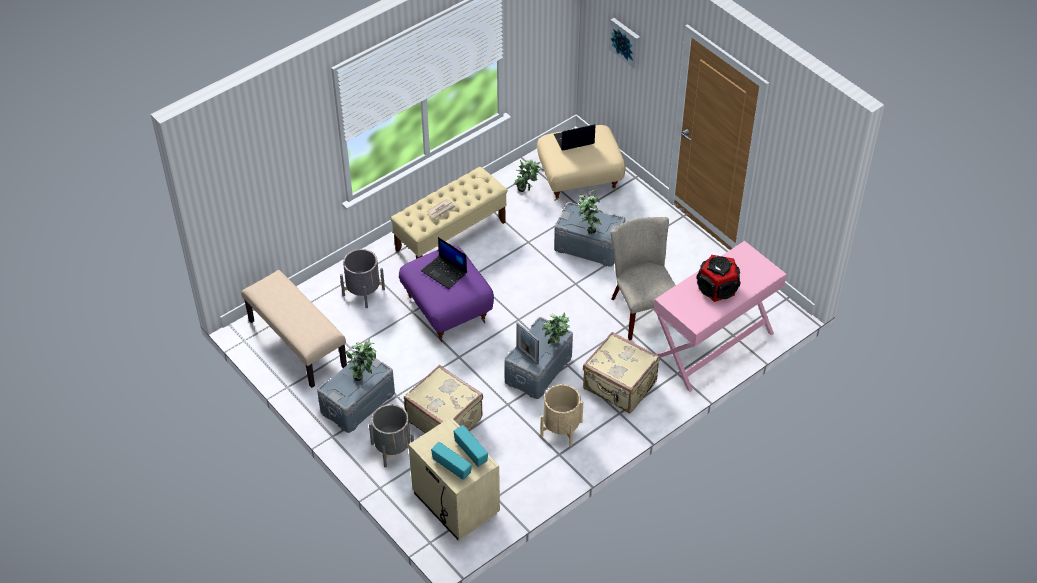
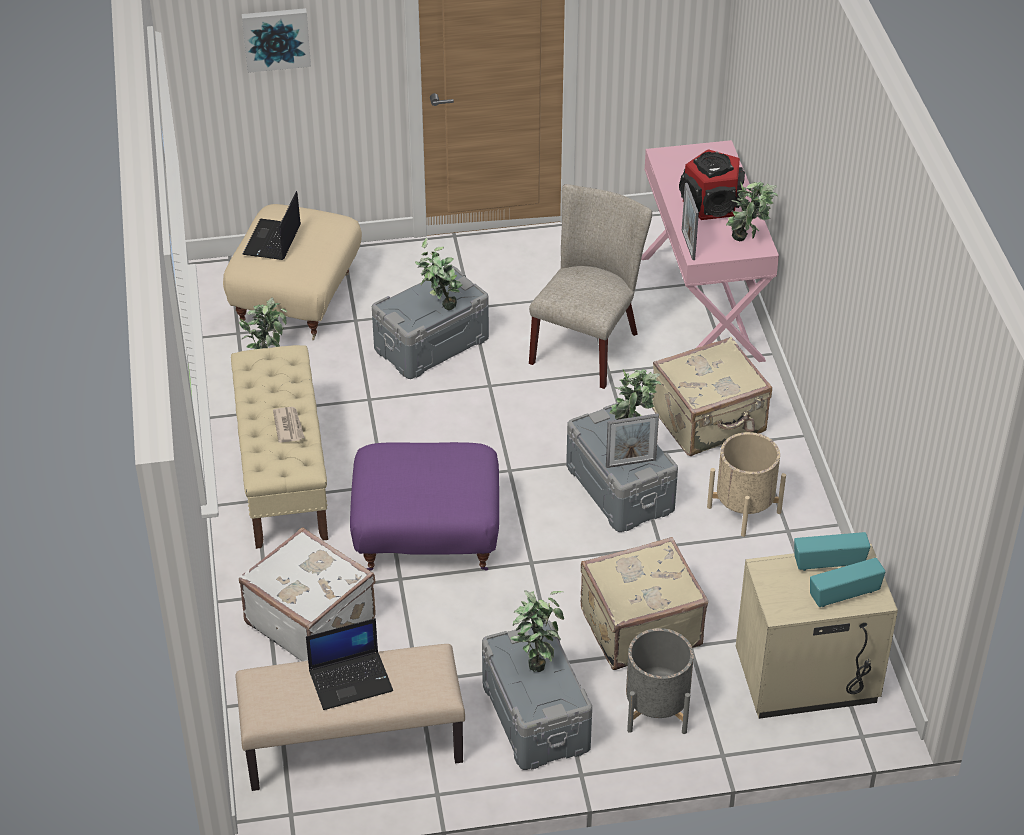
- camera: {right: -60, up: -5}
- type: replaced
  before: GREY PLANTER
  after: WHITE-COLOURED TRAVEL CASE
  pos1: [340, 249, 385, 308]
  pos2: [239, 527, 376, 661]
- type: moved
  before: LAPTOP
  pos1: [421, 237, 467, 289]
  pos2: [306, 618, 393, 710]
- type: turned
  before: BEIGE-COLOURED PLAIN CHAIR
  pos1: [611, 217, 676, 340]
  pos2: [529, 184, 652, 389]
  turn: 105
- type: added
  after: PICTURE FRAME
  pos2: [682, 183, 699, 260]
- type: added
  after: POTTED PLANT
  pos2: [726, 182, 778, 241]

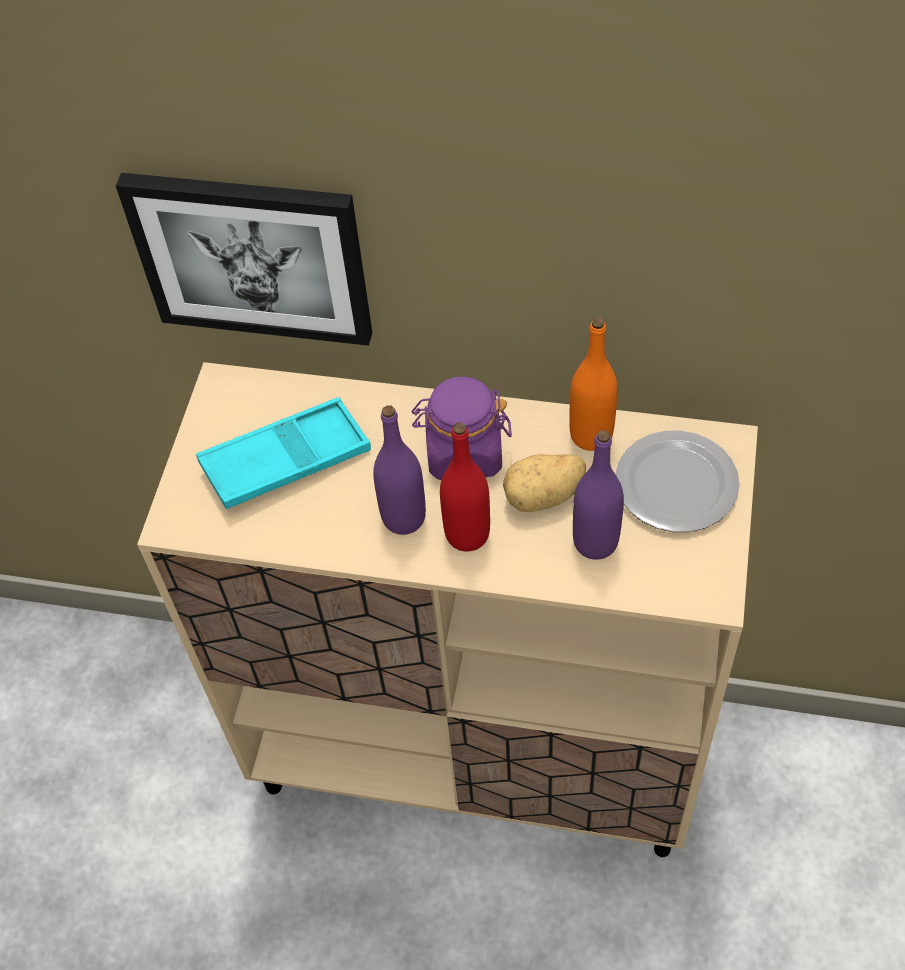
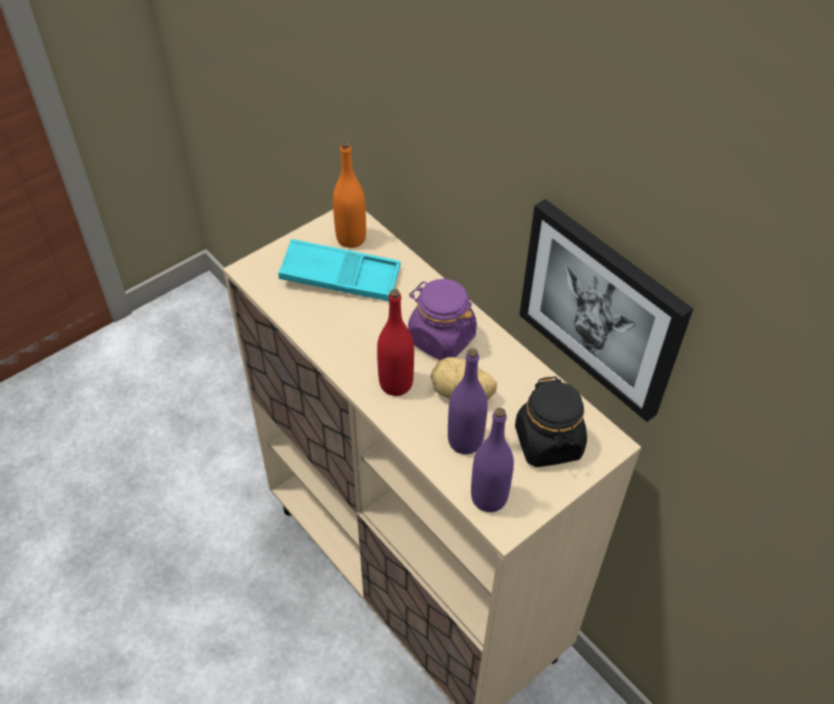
- camera: {right: 35, up: -5}
- type: moved
  before: WALL ART
  pos1: [116, 173, 372, 346]
  pos2: [519, 199, 693, 422]
- type: moved
  before: PURPLISH DRINK BOTTLE
  pos1: [373, 405, 426, 535]
  pos2: [471, 408, 514, 512]
- type: moved
  before: ORANGE DRINK BOTTLE
  pos1: [569, 317, 618, 451]
  pos2: [333, 141, 366, 248]
- type: replaced
  before: DINNER PLATE
  after: BLACK-COLOURED STORAGE JAR
  pos1: [615, 430, 740, 532]
  pos2: [515, 376, 587, 467]

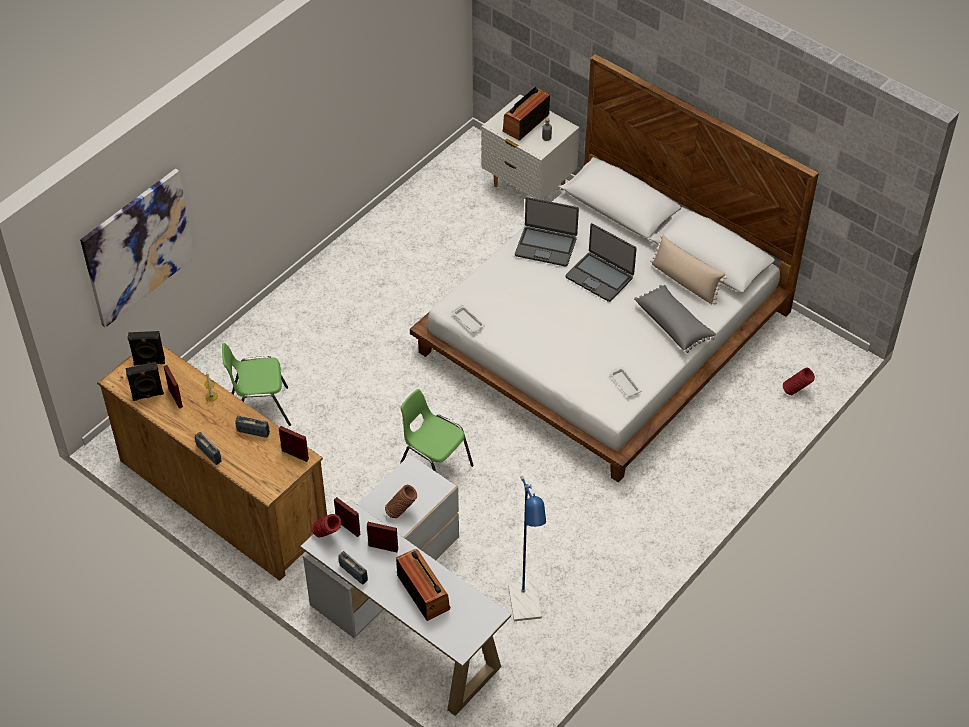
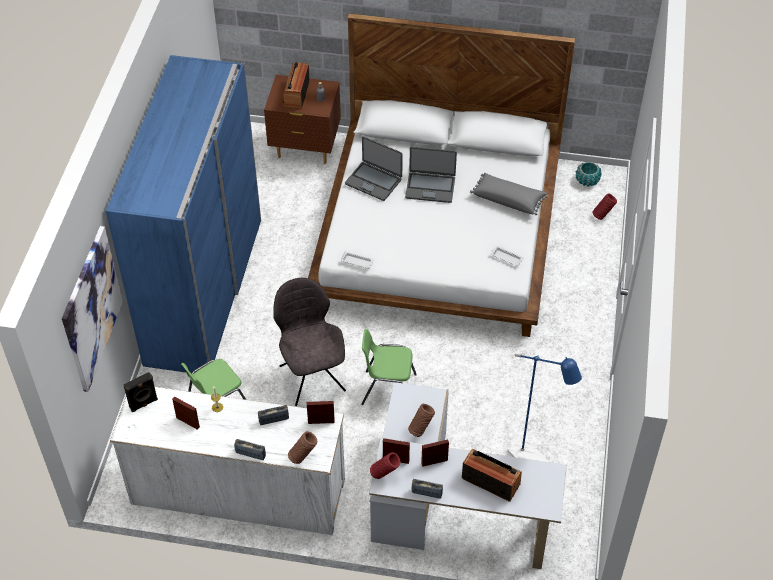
- camera: {right: -30, up: 0}
- type: recoloured
  before: BROWN DRESSER
  after: WHITE-COLOURED DRESSER
  pos1: [97, 345, 327, 581]
  pos2: [110, 387, 345, 535]
- type: removed
  before: BLACK-COLOURED AUDIO SPEAKER
  pos1: [126, 362, 164, 401]
- type: recoloured
  before: WHITE-COLOURED NIGHT TABLE
  after: BROWN NIGHT TABLE
  pos1: [481, 94, 580, 200]
  pos2: [264, 75, 341, 164]
- type: turned
  before: LAPTOP
  pos1: [515, 197, 579, 267]
  pos2: [345, 136, 403, 201]
  turn: 45
- type: removed
  before: BEIGE-COLOURED PILLOW
  pos1: [650, 235, 727, 304]
- type: added
  after: BLUE ARMOIRE
  pos2: [106, 55, 261, 373]
- type: added
  after: GREY PLAIN CHAIR
  pos2: [273, 278, 346, 406]
- type: added
  after: BROWN DECORATIVE VASE
  pos2: [288, 431, 317, 464]
- type: added
  after: BLUE-GREEN PLANTER
  pos2: [576, 162, 602, 187]

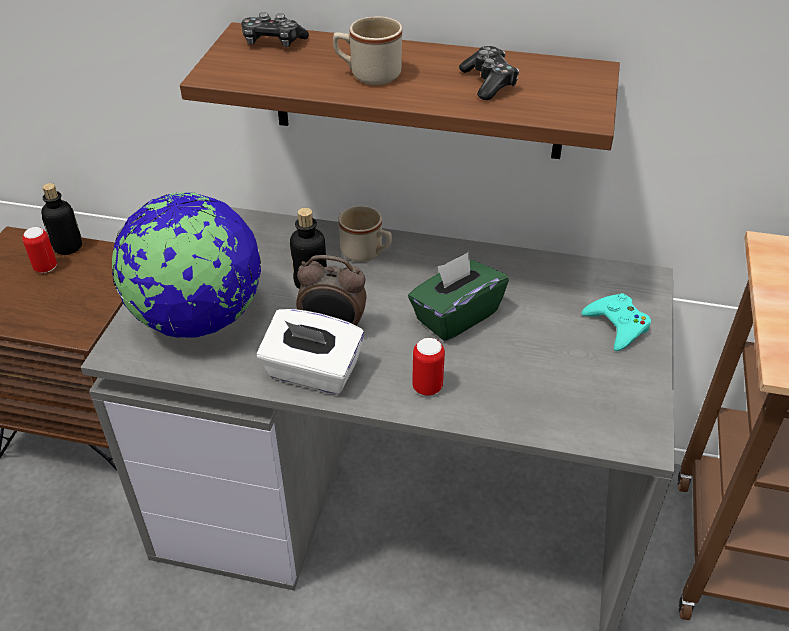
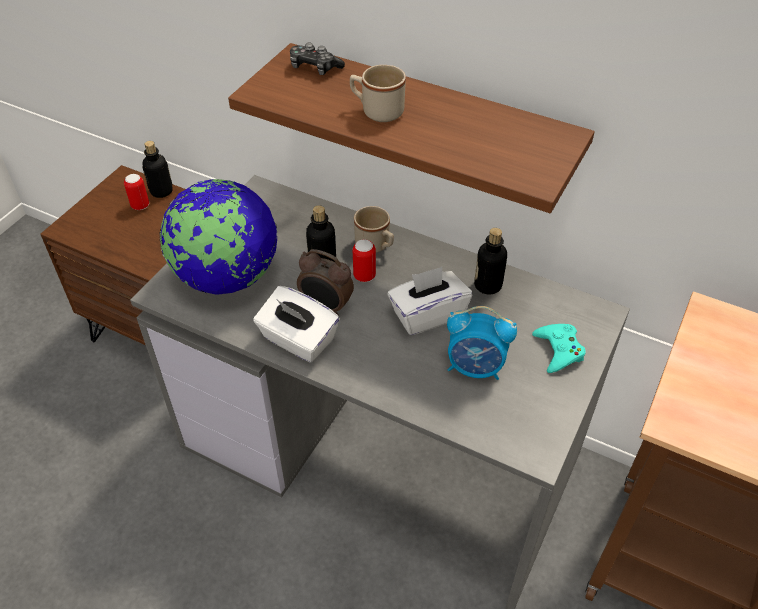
- camera: {right: 15, up: 5}
- type: recoloured
  before: GREEN-COLOURED TISSUE BOX
  after: WHITE-COLOURED TISSUE BOX
  pos1: [408, 252, 509, 341]
  pos2: [388, 267, 472, 335]
- type: moved
  before: CAN
  pos1: [412, 338, 445, 396]
  pos2: [353, 239, 376, 282]
- type: removed
  before: GAME CONTROLLER
  pos1: [459, 46, 519, 100]
- type: added
  after: ALARM CLOCK
  pos2: [447, 306, 517, 380]
- type: added
  after: DRINK BOTTLE
  pos2: [474, 228, 507, 295]

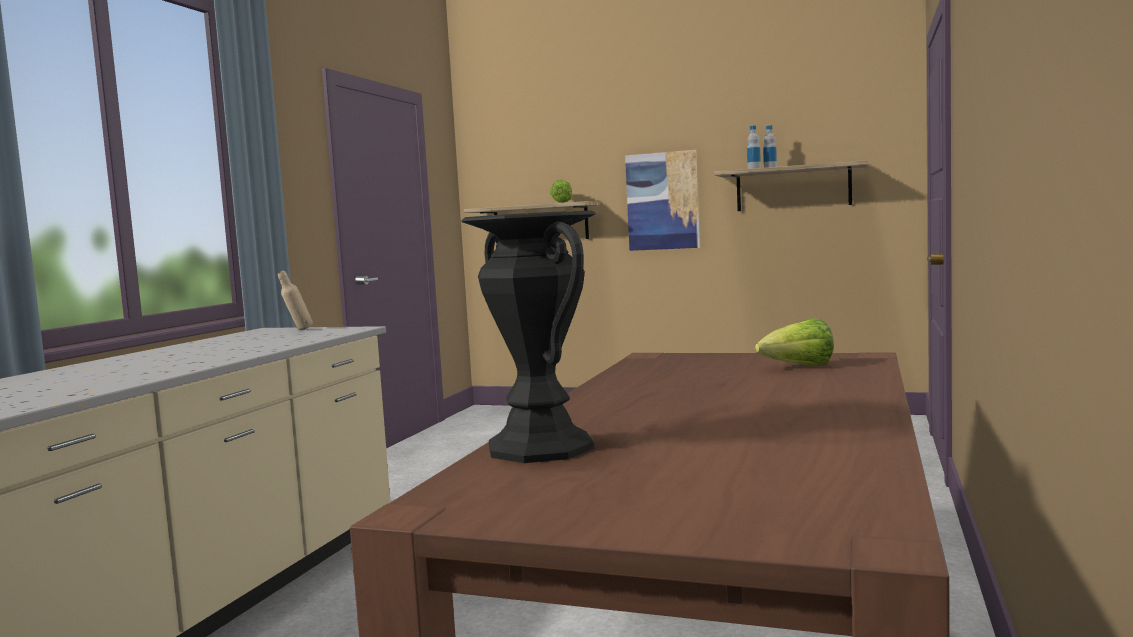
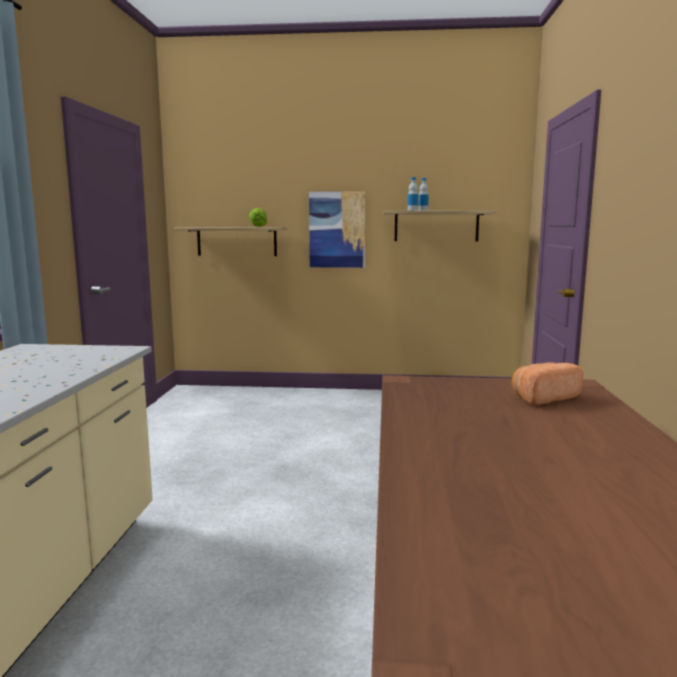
- camera: {right: -15, up: 5}
- type: removed
  before: BEIGE-COLOURED DRINK BOTTLE
  pos1: [278, 271, 313, 330]
- type: removed
  before: BLACK-COLOURED DECORATIVE VASE
  pos1: [461, 211, 596, 463]
- type: replaced
  before: HEAD OF LETTUCE
  after: BAKED BREAD
  pos1: [755, 318, 834, 366]
  pos2: [512, 362, 583, 405]

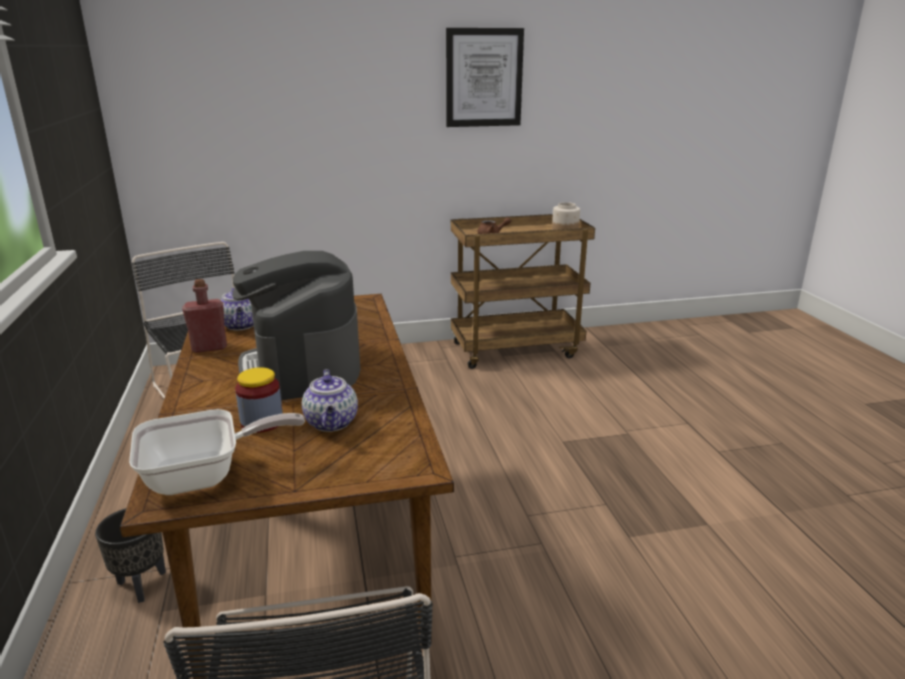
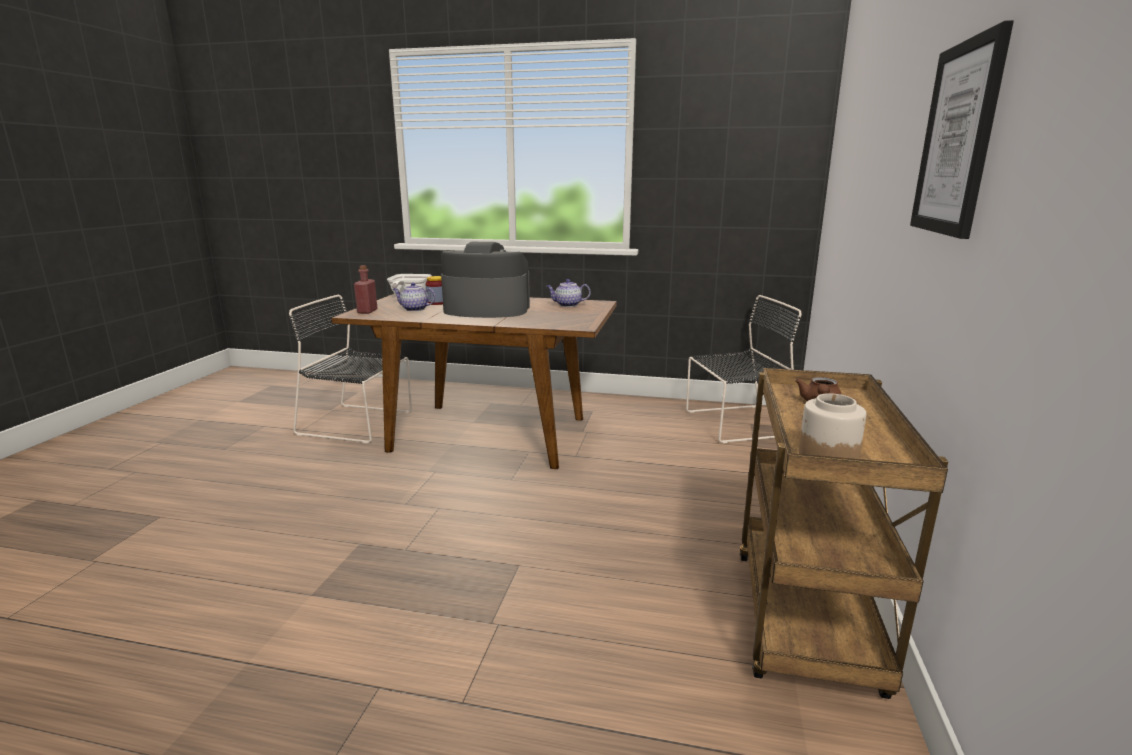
- camera: {right: 115, up: -5}
- type: removed
  before: BLACK-COLOURED PLANTER
  pos1: [95, 508, 166, 603]
- type: moved
  before: RED-COLOURED DRINK BOTTLE
  pos1: [182, 279, 227, 353]
  pos2: [354, 265, 378, 314]

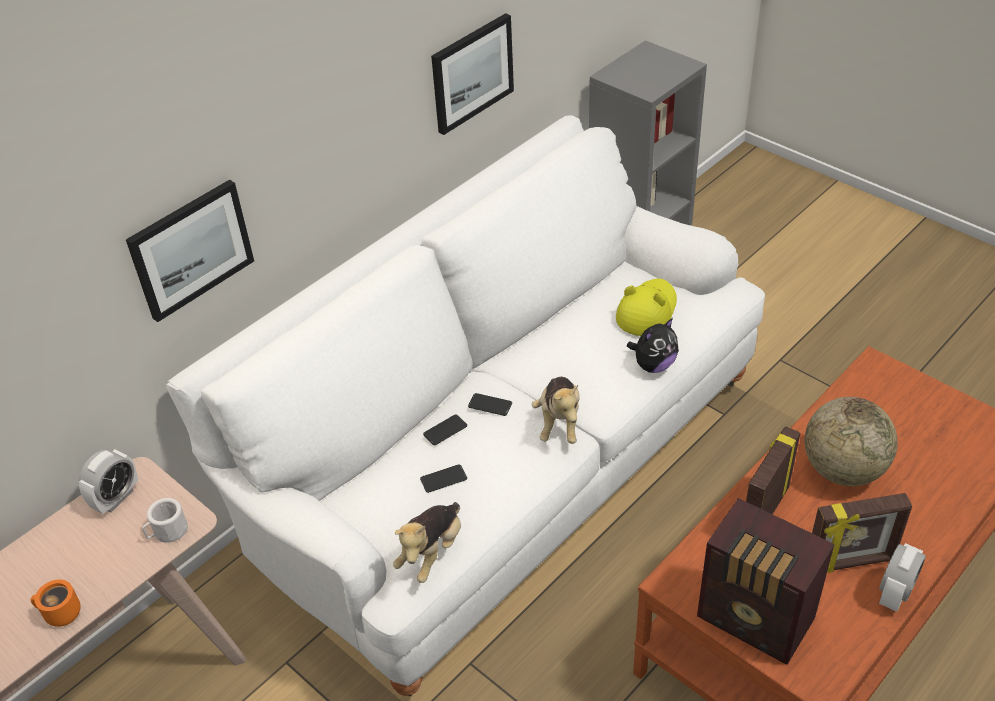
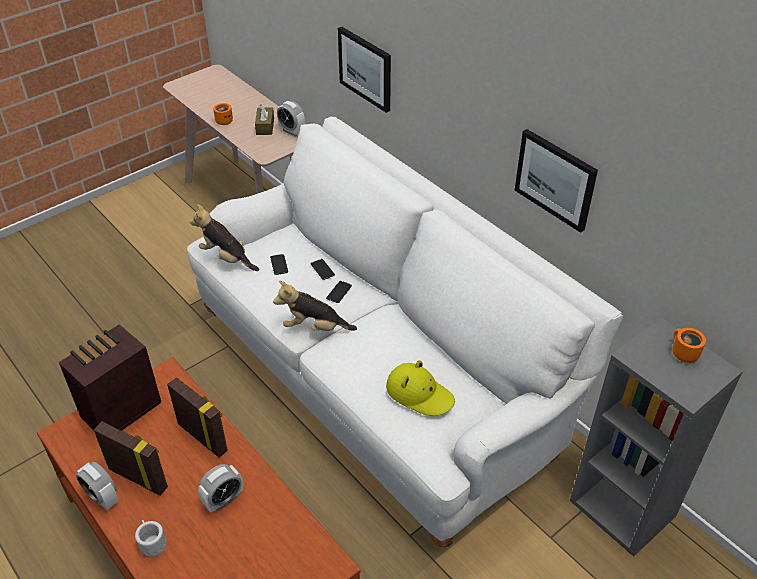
- camera: {right: 95, up: 0}
- type: moved
  before: WHITE-COLOURED TEA MUG
  pos1: [142, 498, 188, 543]
  pos2: [135, 520, 167, 557]
- type: removed
  before: CUDDLY TOY
  pos1: [627, 318, 679, 373]
- type: replaced
  before: WORLD GLOBE
  after: ALARM CLOCK
  pos1: [805, 397, 898, 486]
  pos2: [198, 464, 243, 513]
- type: turned
  before: PICTURE FRAME
  pos1: [812, 493, 912, 573]
  pos2: [94, 422, 168, 496]
  turn: 120
- type: added
  after: BROWN TISSUE BOX
  pos2: [255, 104, 274, 135]
- type: added
  after: ORANGE TEA MUG
  pos2: [673, 328, 706, 363]

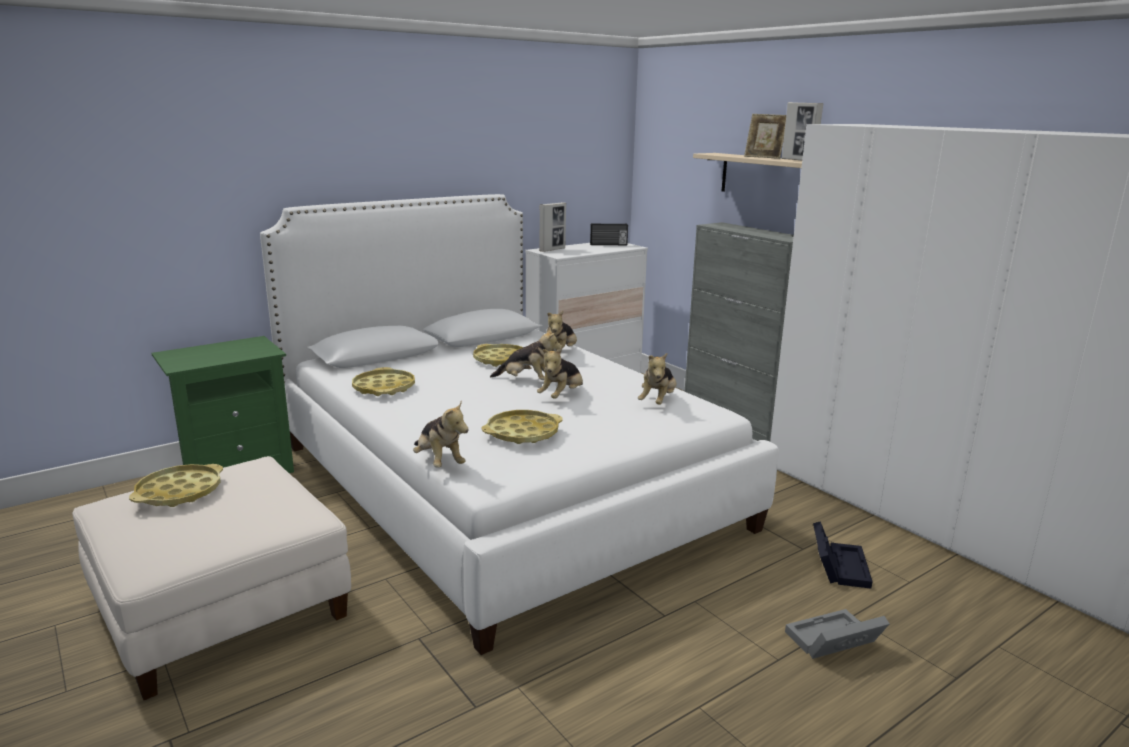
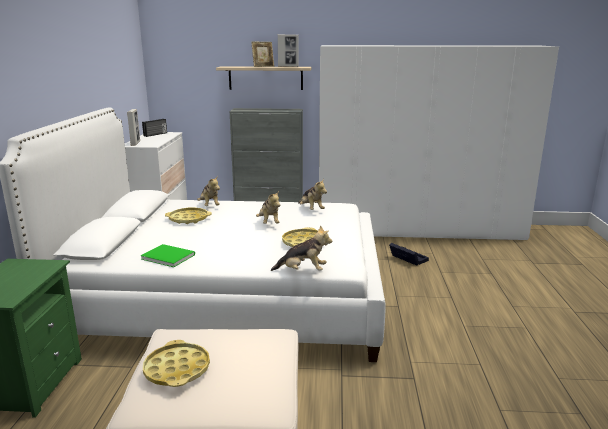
- camera: {right: -50, up: 0}
- type: replaced
  before: YELLOW SERVING TRAY
  after: GREEN-COLOURED VOLUME
  pos1: [352, 367, 415, 396]
  pos2: [141, 244, 195, 267]
- type: removed
  before: CUDDLY TOY
  pos1: [490, 327, 562, 380]
- type: removed
  before: GREY STORAGE CONTAINER
  pos1: [785, 609, 890, 659]

